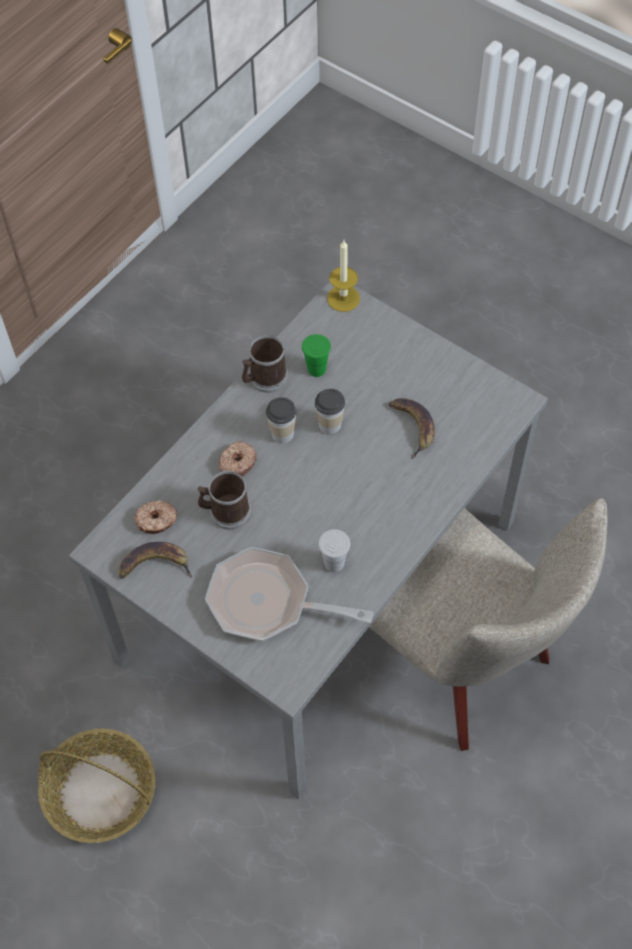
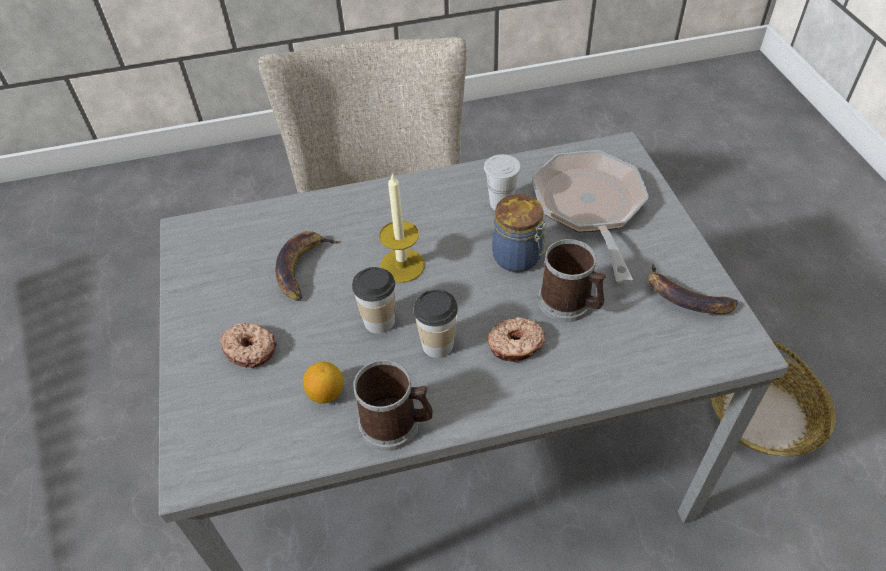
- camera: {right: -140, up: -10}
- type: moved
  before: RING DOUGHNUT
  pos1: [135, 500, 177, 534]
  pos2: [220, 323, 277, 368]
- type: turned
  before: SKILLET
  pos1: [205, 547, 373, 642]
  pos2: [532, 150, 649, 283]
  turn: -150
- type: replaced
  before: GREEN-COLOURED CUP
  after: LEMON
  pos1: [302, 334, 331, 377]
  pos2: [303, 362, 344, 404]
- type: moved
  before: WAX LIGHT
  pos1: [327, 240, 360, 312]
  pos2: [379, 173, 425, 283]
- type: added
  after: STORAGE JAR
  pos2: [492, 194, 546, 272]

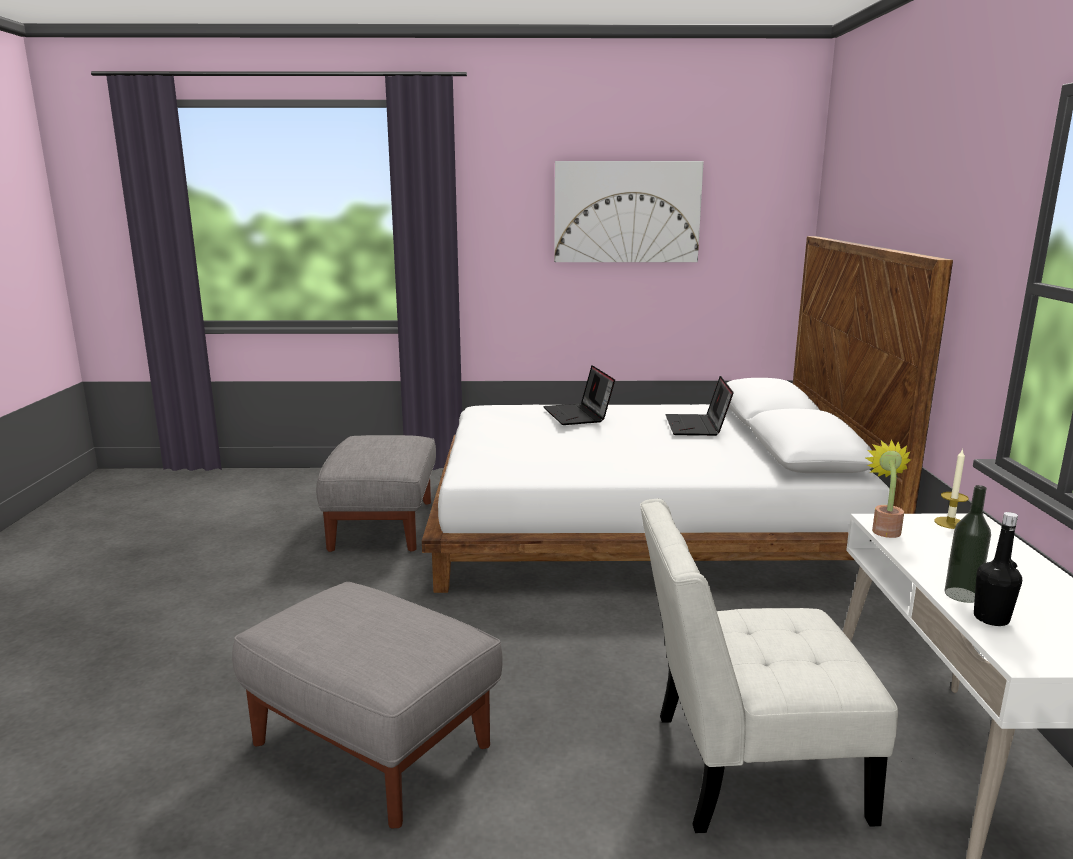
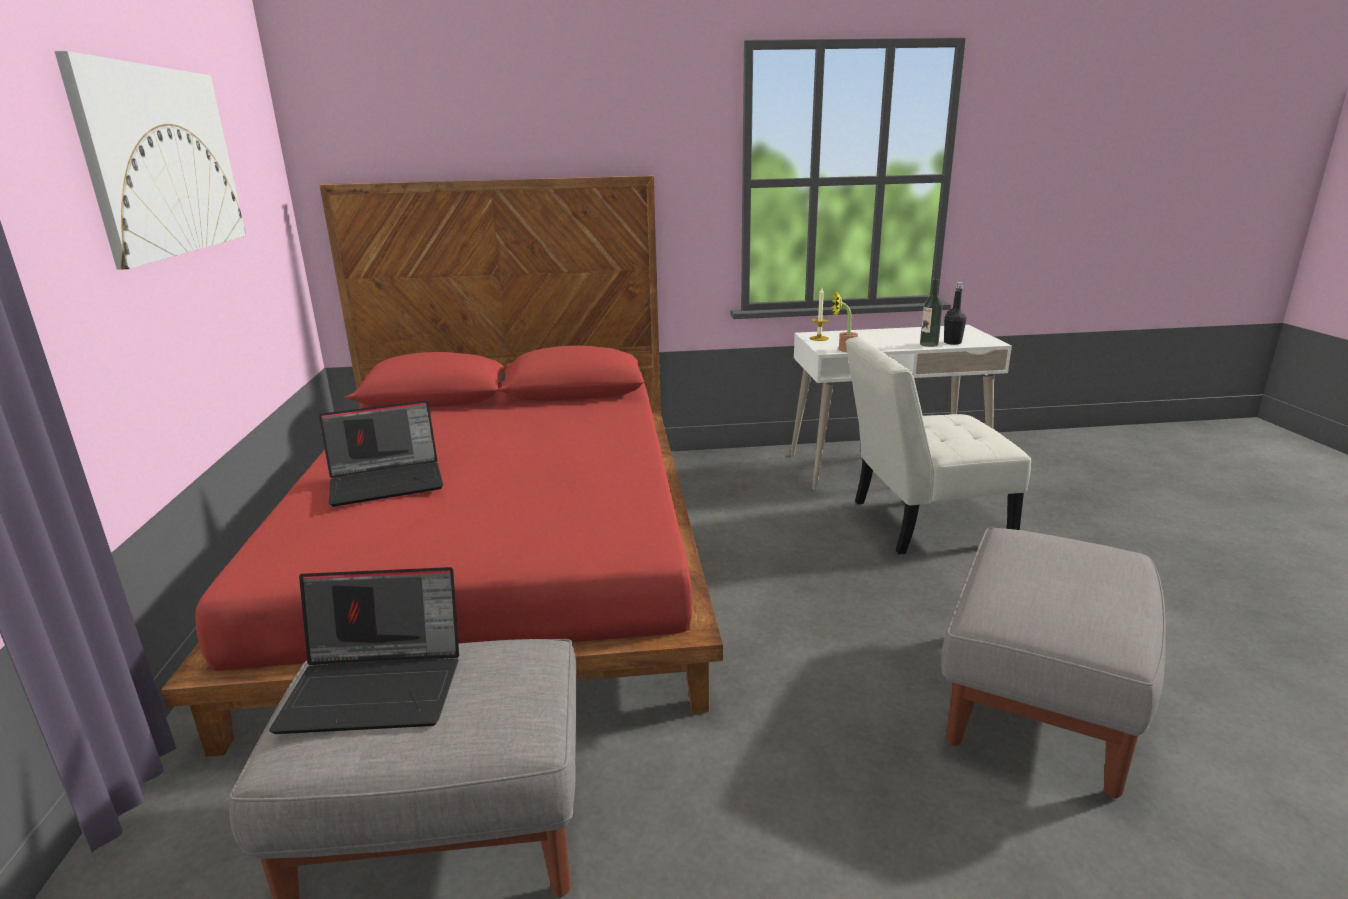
- camera: {right: -95, up: 5}
- type: recoloured
  before: WHITE-COLOURED BED
  after: RED-COLOURED BED
  pos1: [422, 236, 953, 593]
  pos2: [161, 175, 723, 757]
- type: turned
  before: WHITE-COLOURED PLAIN CHAIR
  pos1: [640, 499, 898, 833]
  pos2: [845, 337, 1031, 554]
  turn: 90
- type: moved
  before: LAPTOP
  pos1: [665, 376, 734, 436]
  pos2: [269, 567, 459, 734]

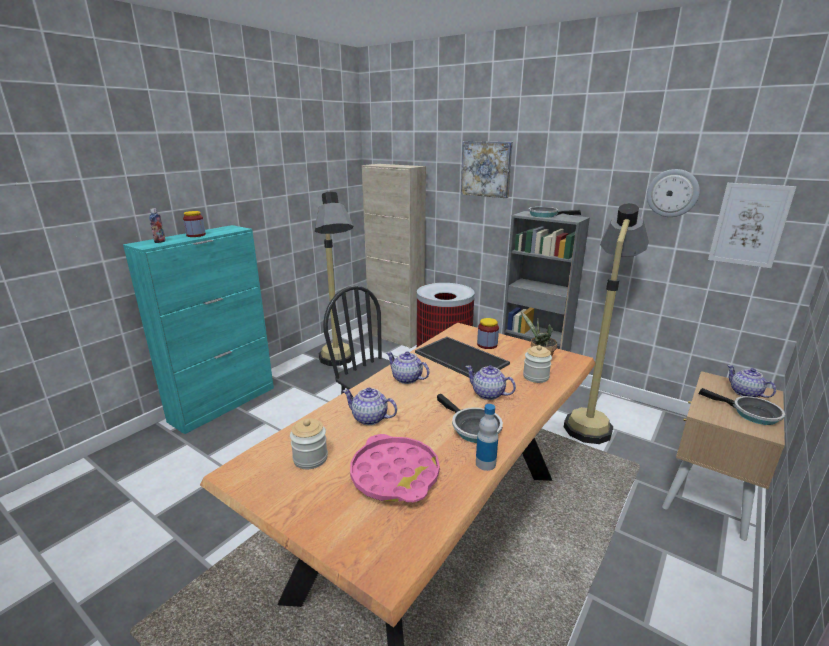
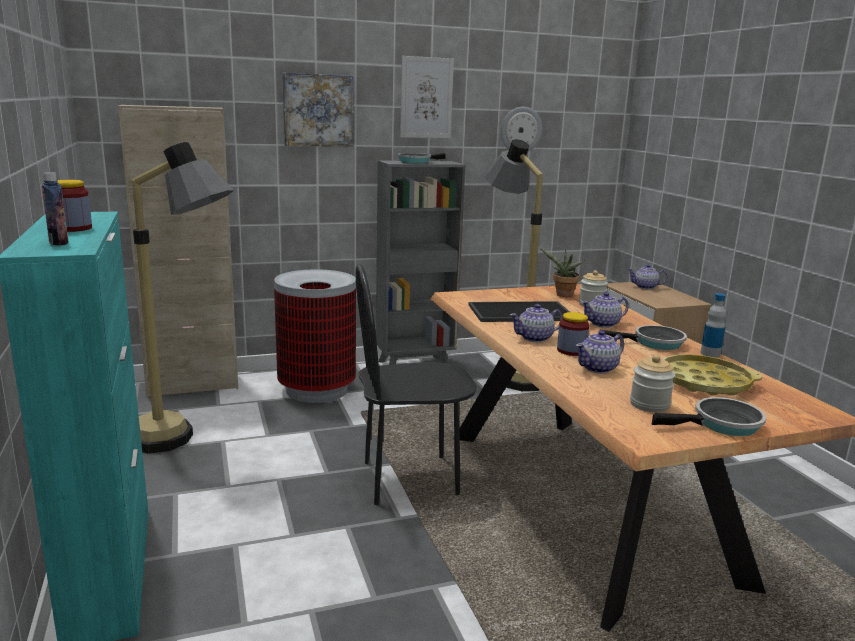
- camera: {right: -55, up: -5}
- type: recoloured
  before: PINK-COLOURED SERVING TRAY
  after: YELLOW SERVING TRAY
  pos1: [350, 434, 440, 502]
  pos2: [663, 354, 762, 396]
- type: moved
  before: STORAGE JAR
  pos1: [477, 318, 499, 349]
  pos2: [557, 312, 589, 356]
- type: moved
  before: SKILLET
  pos1: [699, 388, 785, 425]
  pos2: [652, 397, 767, 436]
- type: moved
  before: WALL ART
  pos1: [708, 183, 796, 268]
  pos2: [400, 56, 454, 138]

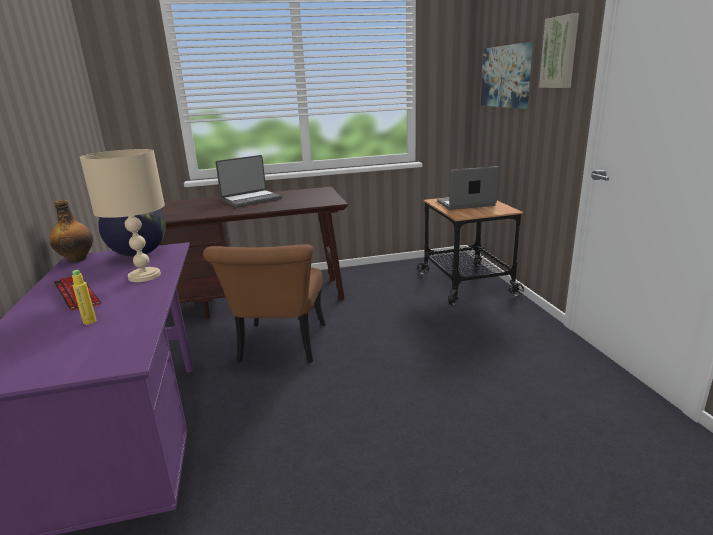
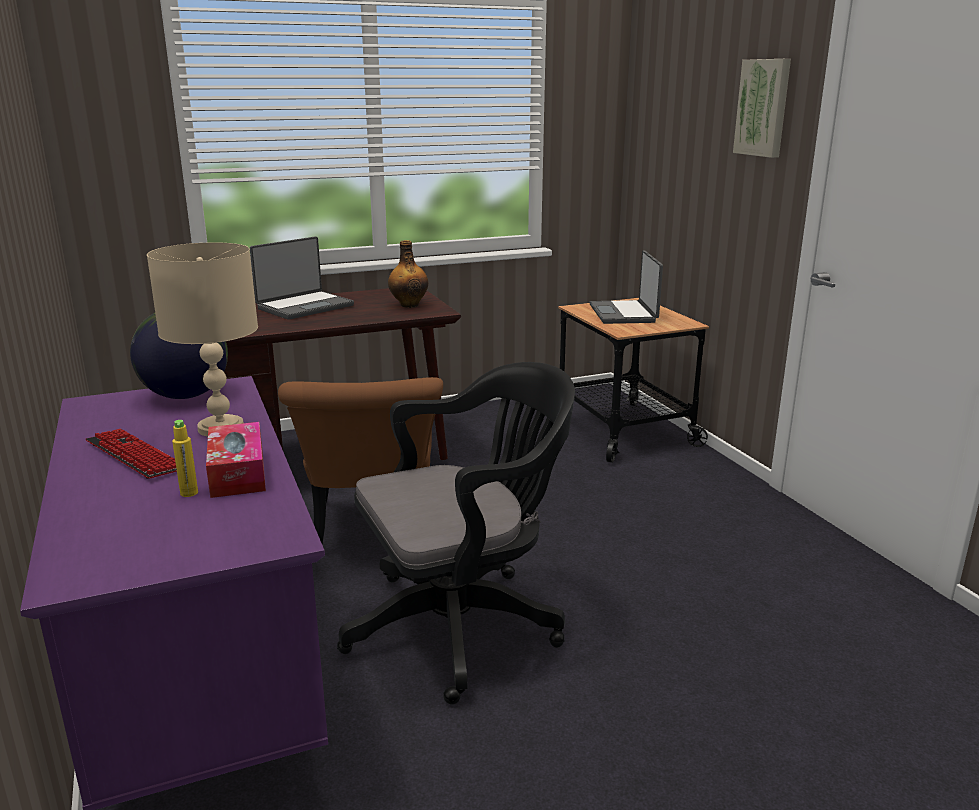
- camera: {right: -10, up: 0}
- type: moved
  before: DRINK BOTTLE
  pos1: [49, 200, 93, 263]
  pos2: [388, 240, 428, 308]
- type: turned
  before: LAPTOP
  pos1: [437, 166, 499, 210]
  pos2: [589, 250, 663, 324]
  turn: -75
- type: removed
  before: WALL ART
  pos1: [481, 42, 533, 109]
- type: added
  after: TISSUE BOX
  pos2: [206, 422, 266, 498]
- type: added
  after: BLACK-COLOURED DESK CHAIR
  pos2: [337, 362, 575, 705]

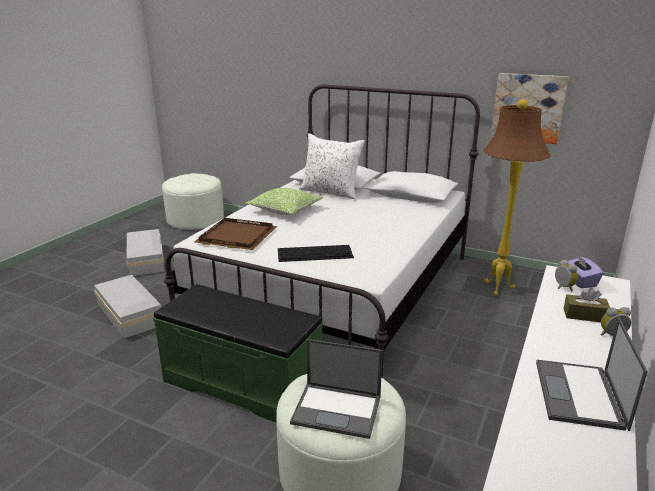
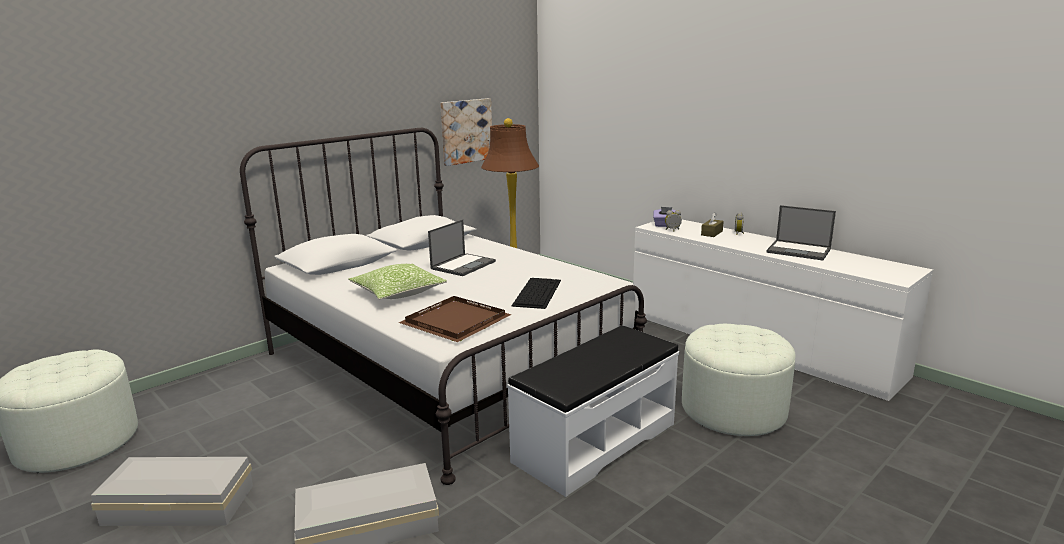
- camera: {right: -70, up: -5}
- type: recoloured
  before: GREEN-COLOURED LONG SEAT
  after: WHITE-COLOURED LONG SEAT
  pos1: [153, 284, 323, 423]
  pos2: [507, 325, 679, 497]
- type: moved
  before: LAPTOP
  pos1: [290, 339, 383, 439]
  pos2: [428, 219, 496, 276]
- type: removed
  before: WHITE-COLOURED PILLOW
  pos1: [299, 133, 365, 199]

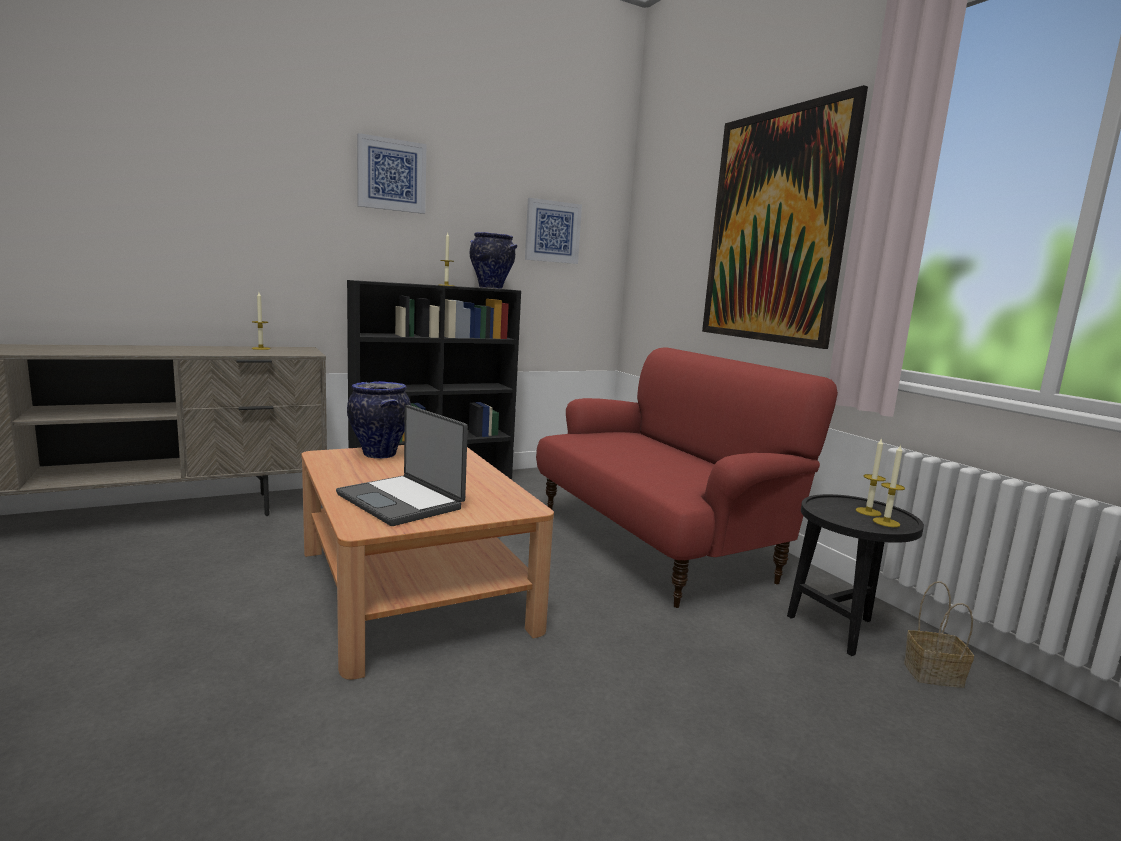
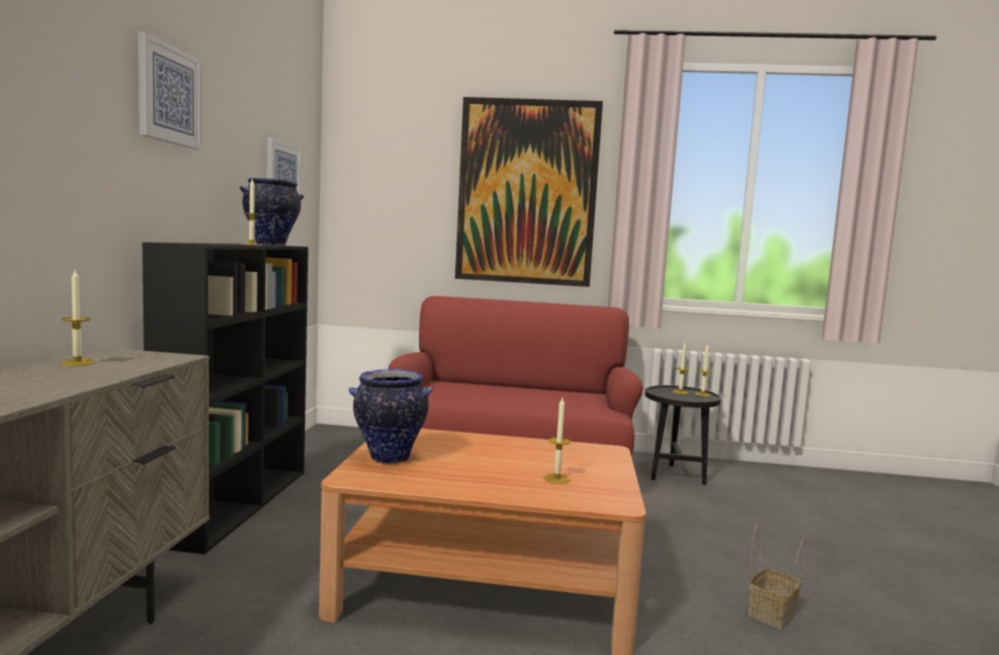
- camera: {right: -55, up: -5}
- type: replaced
  before: LAPTOP
  after: WAX LIGHT
  pos1: [336, 405, 468, 526]
  pos2: [544, 397, 571, 484]
- type: moved
  before: STORAGE BASKET
  pos1: [904, 581, 974, 688]
  pos2: [748, 523, 806, 629]

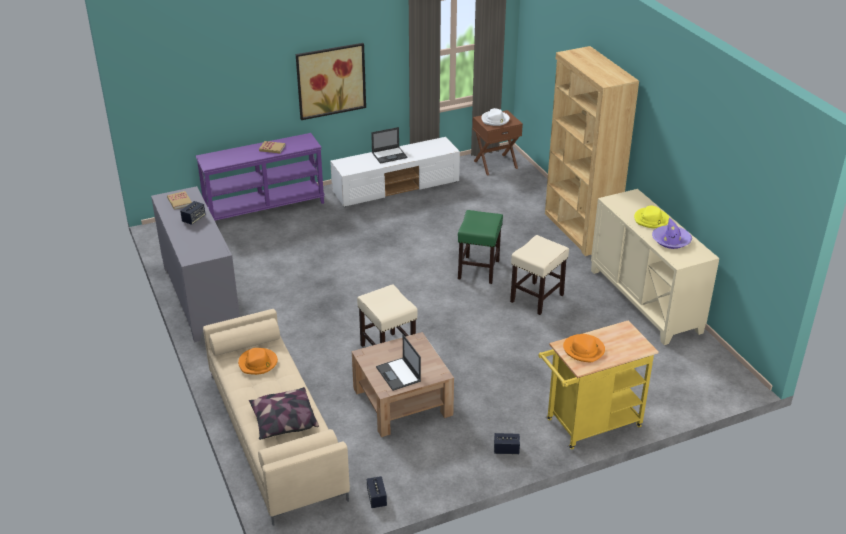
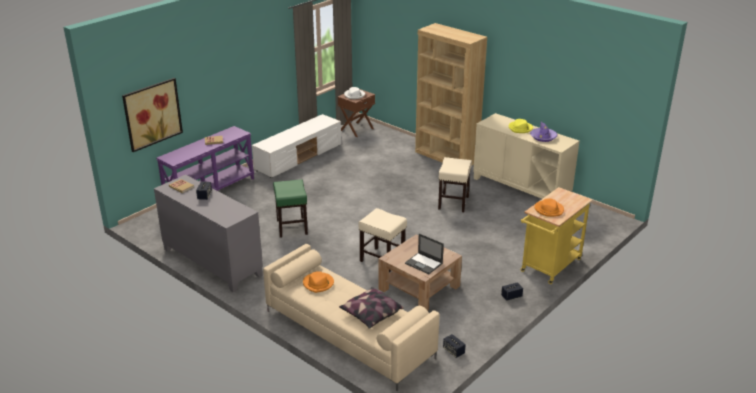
- camera: {right: -25, up: -5}
- type: moved
  before: WALL ART
  pos1: [296, 43, 366, 120]
  pos2: [122, 78, 183, 152]
- type: removed
  before: LAPTOP
  pos1: [371, 127, 407, 164]
- type: moved
  before: GREEN-COLOURED STOOL
  pos1: [458, 210, 503, 284]
  pos2: [273, 179, 308, 238]

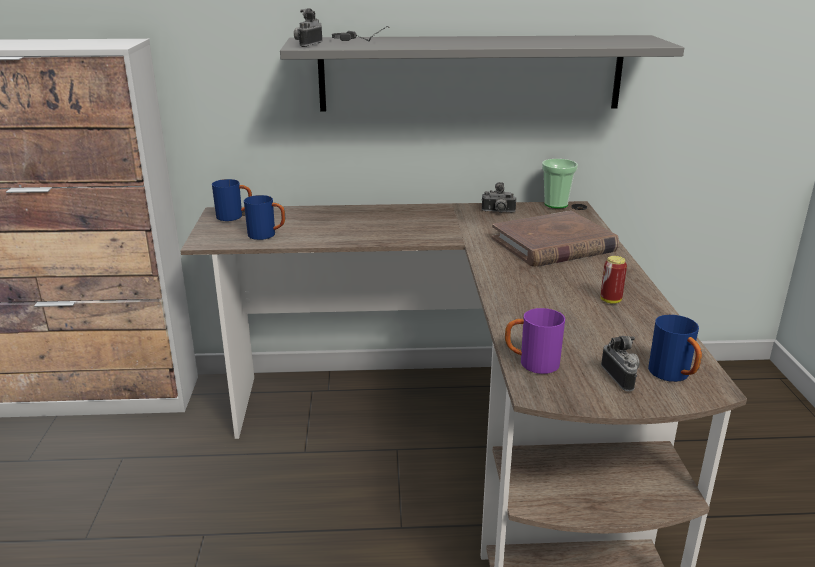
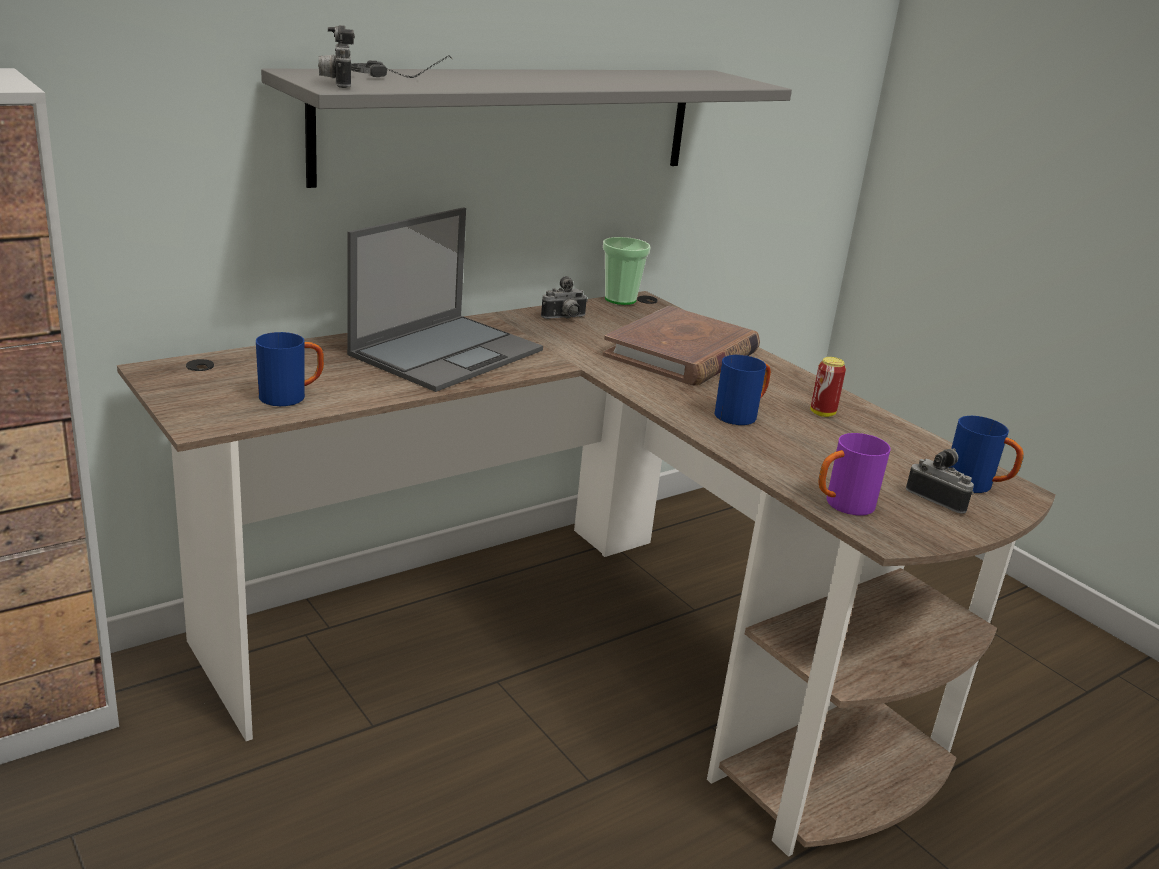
- camera: {right: -35, up: 0}
- type: moved
  before: BLUE TEA MUG
  pos1: [212, 179, 252, 221]
  pos2: [715, 355, 771, 425]
- type: added
  after: LAPTOP
  pos2: [347, 207, 543, 392]

